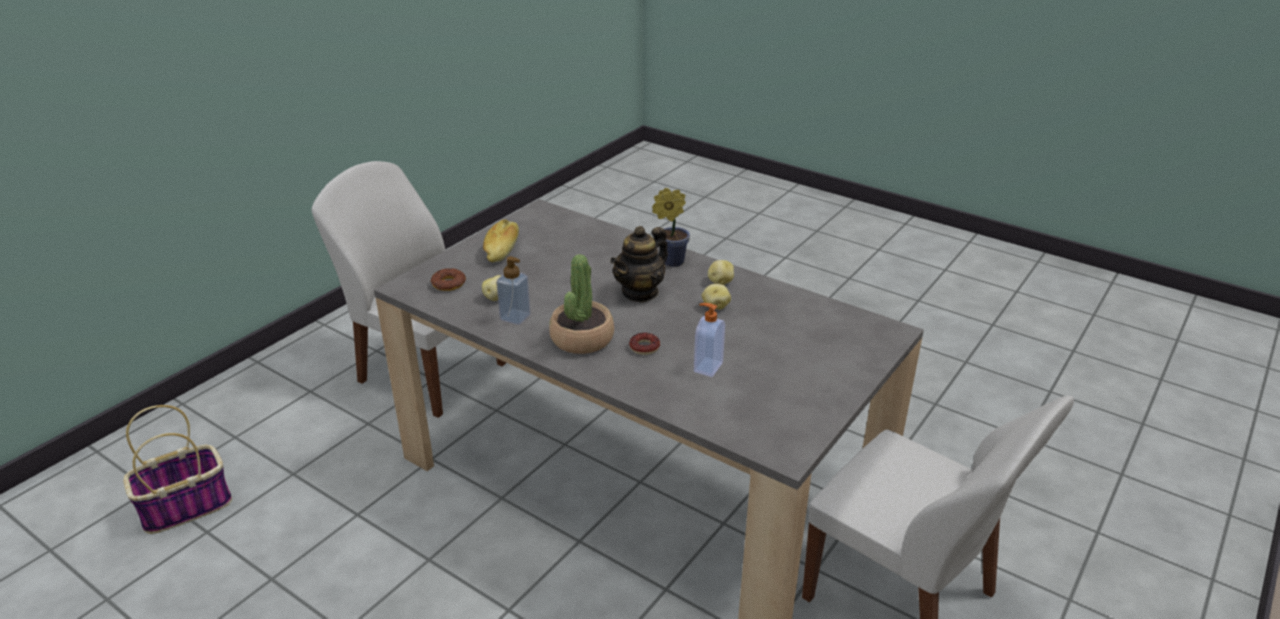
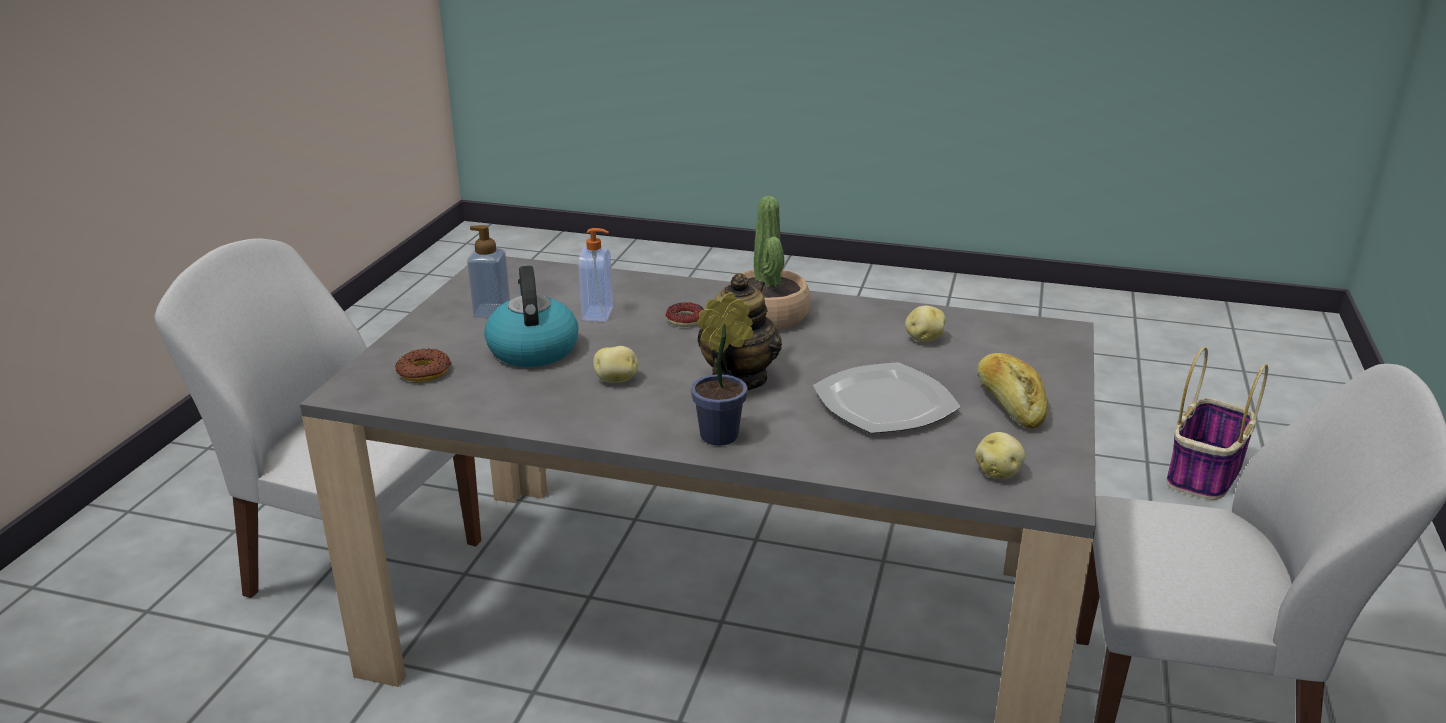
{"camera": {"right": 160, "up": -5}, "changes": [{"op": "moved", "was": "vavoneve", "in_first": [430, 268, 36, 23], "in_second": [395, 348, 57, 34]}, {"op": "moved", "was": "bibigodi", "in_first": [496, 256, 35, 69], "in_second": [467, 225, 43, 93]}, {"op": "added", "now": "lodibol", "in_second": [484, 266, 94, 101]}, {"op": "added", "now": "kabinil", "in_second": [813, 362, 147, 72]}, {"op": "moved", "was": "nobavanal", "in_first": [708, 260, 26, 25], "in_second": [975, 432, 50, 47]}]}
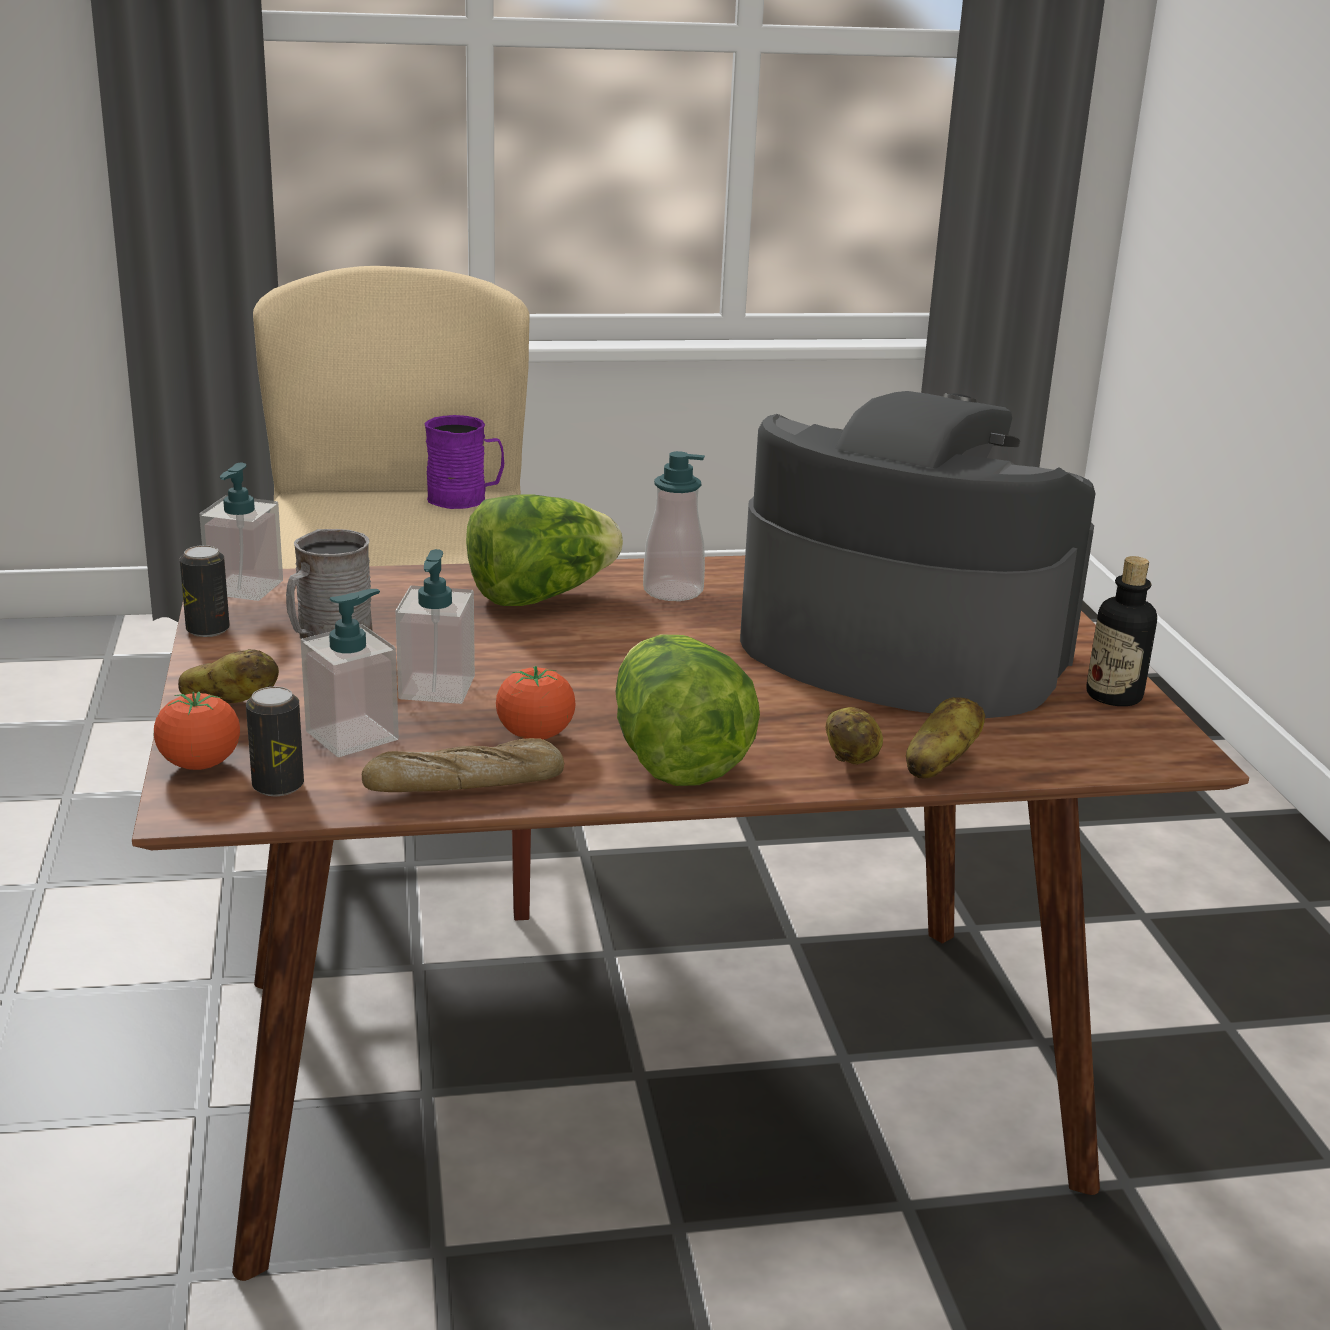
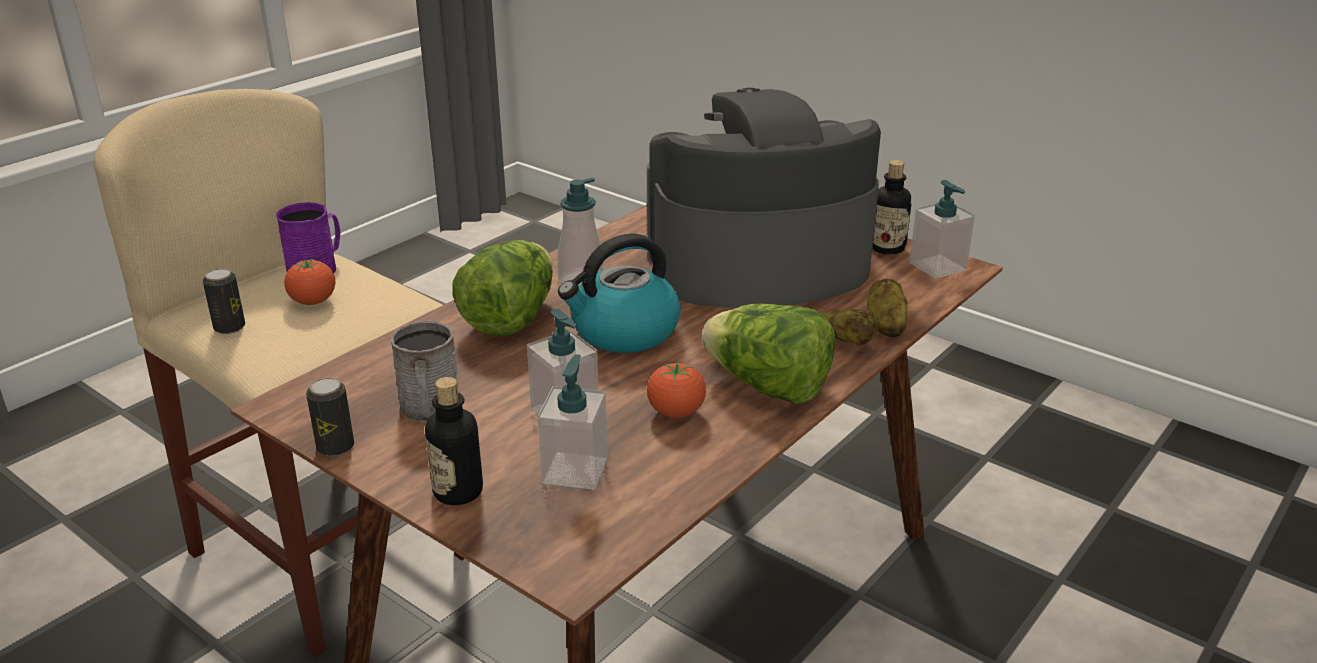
{"camera": {"right": -40, "up": 5}, "changes": [{"op": "moved", "was": "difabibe", "in_first": [246, 687, 58, 109], "in_second": [203, 268, 42, 66]}, {"op": "moved", "was": "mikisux", "in_first": [154, 692, 86, 78], "in_second": [284, 259, 51, 46]}, {"op": "replaced", "was": "nobavanal", "now": "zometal", "in_first": [178, 649, 101, 54], "in_second": [425, 377, 58, 128]}, {"op": "added", "now": "lodibol", "in_second": [558, 234, 123, 119]}, {"op": "moved", "was": "bibigodi", "in_first": [199, 463, 84, 138], "in_second": [910, 180, 65, 99]}, {"op": "removed", "was": "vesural", "in_first": [362, 738, 202, 54]}]}
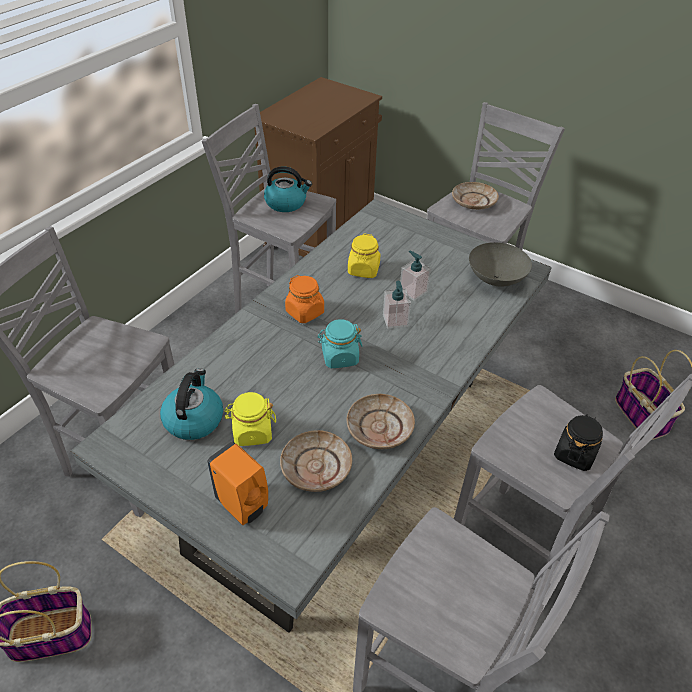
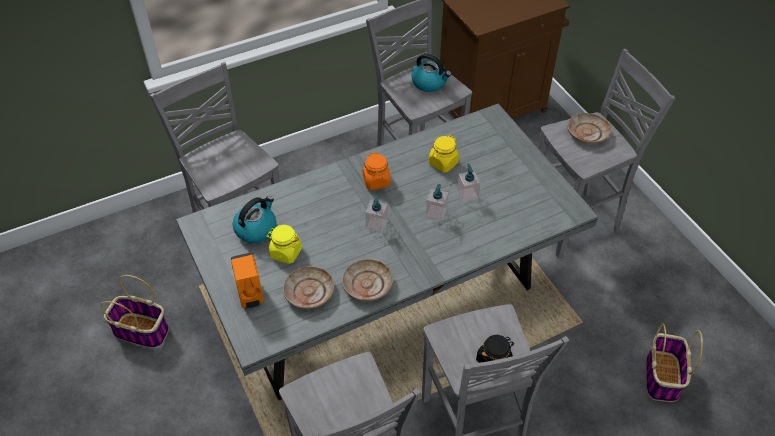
{"camera": {"right": 30, "up": 5}, "changes": [{"op": "replaced", "was": "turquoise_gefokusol", "now": "bibigodi", "in_first": [317, 319, 45, 49], "in_second": [365, 196, 23, 37]}, {"op": "removed", "was": "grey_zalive", "in_first": [469, 242, 63, 45]}]}
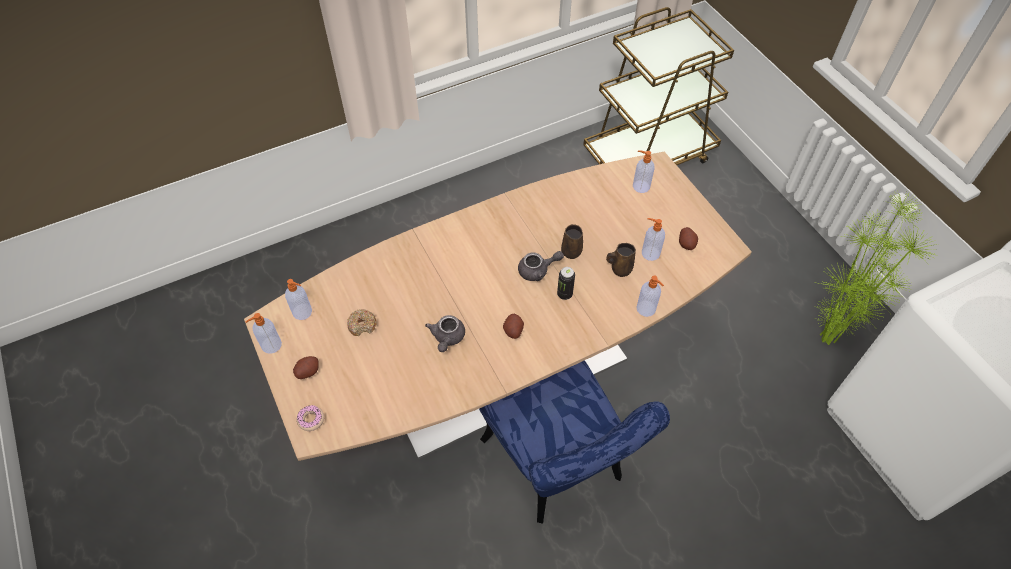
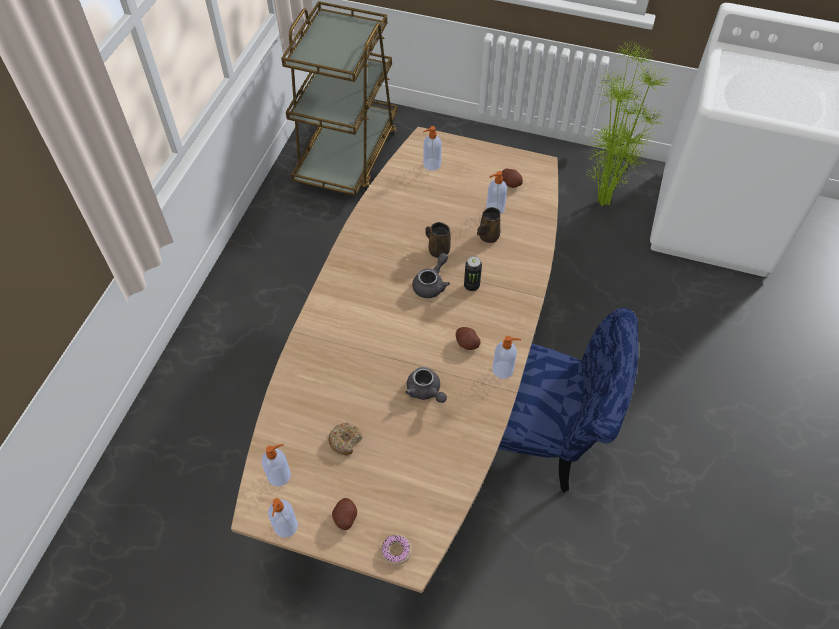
{"camera": {"right": -45, "up": 0}, "changes": [{"op": "moved", "was": "bibigodi", "in_first": [636, 275, 28, 42], "in_second": [492, 336, 29, 43]}]}
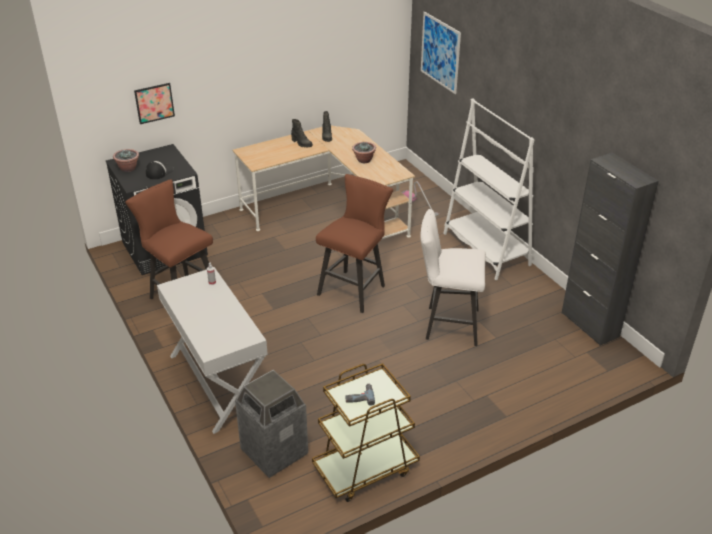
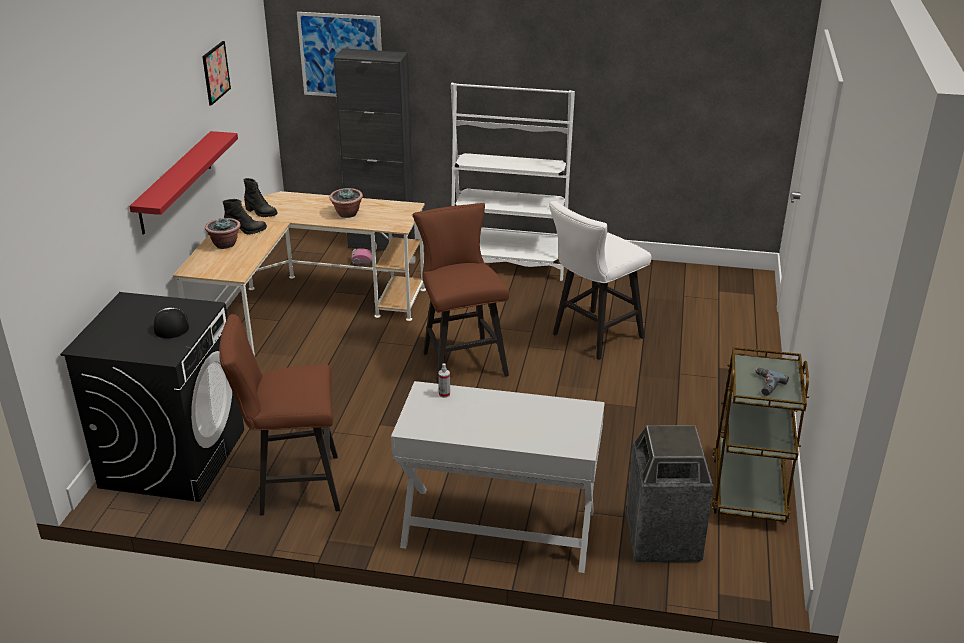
{"camera": {"right": -50, "up": -5}, "changes": [{"op": "added", "now": "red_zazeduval", "in_second": [129, 131, 109, 104]}, {"op": "moved", "was": "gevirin", "in_first": [134, 83, 41, 41], "in_second": [202, 41, 29, 65]}, {"op": "moved", "was": "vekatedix", "in_first": [113, 149, 26, 23], "in_second": [205, 217, 36, 32]}, {"op": "moved", "was": "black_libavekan", "in_first": [562, 153, 97, 193], "in_second": [334, 48, 81, 203]}]}
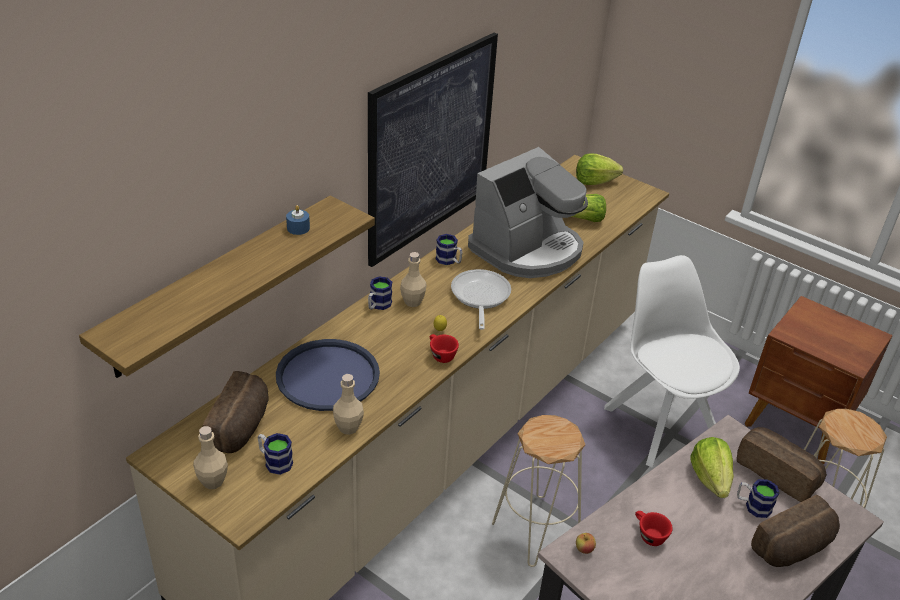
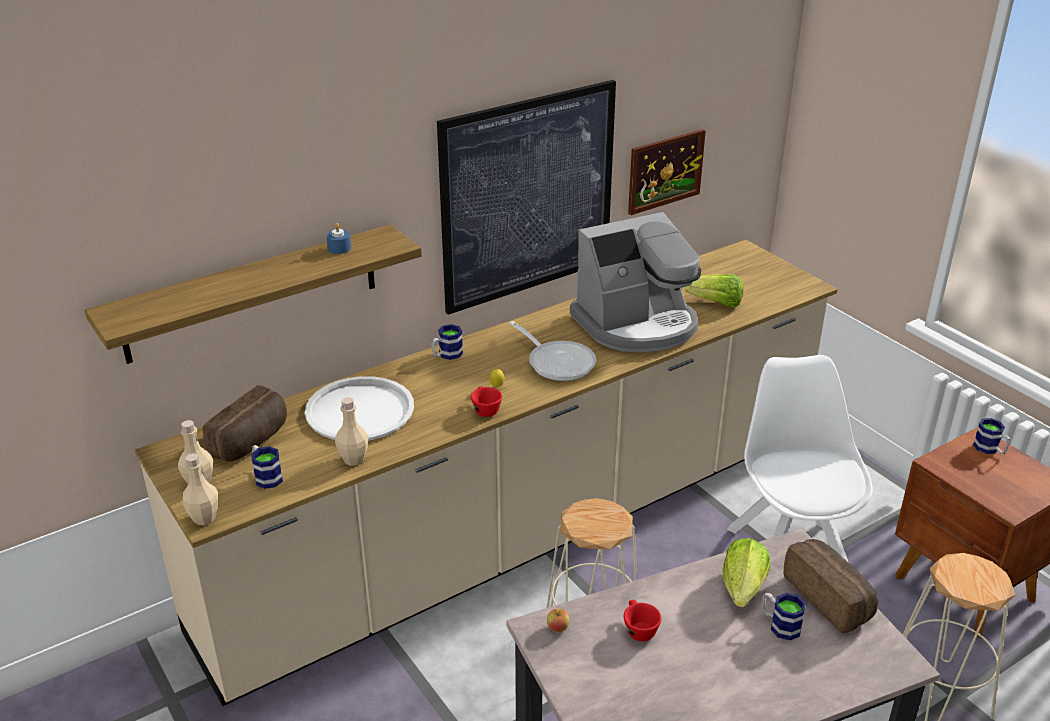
{"camera": {"right": 20, "up": -5}, "changes": [{"op": "moved", "was": "beige_zometal", "in_first": [400, 252, 27, 55], "in_second": [183, 453, 35, 72]}, {"op": "recoloured", "was": "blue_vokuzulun", "now": "white_vokuzulun", "in_first": [276, 339, 104, 72], "in_second": [305, 376, 109, 64]}, {"op": "turned", "was": "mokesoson", "in_first": [451, 269, 60, 61], "in_second": [509, 321, 87, 60], "clockwise": 120}, {"op": "added", "now": "gevirin", "in_second": [628, 129, 78, 86]}, {"op": "moved", "was": "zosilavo", "in_first": [436, 234, 27, 31], "in_second": [973, 418, 37, 36]}, {"op": "removed", "was": "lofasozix", "in_first": [576, 154, 47, 31]}, {"op": "removed", "was": "vesural", "in_first": [751, 495, 89, 72]}]}
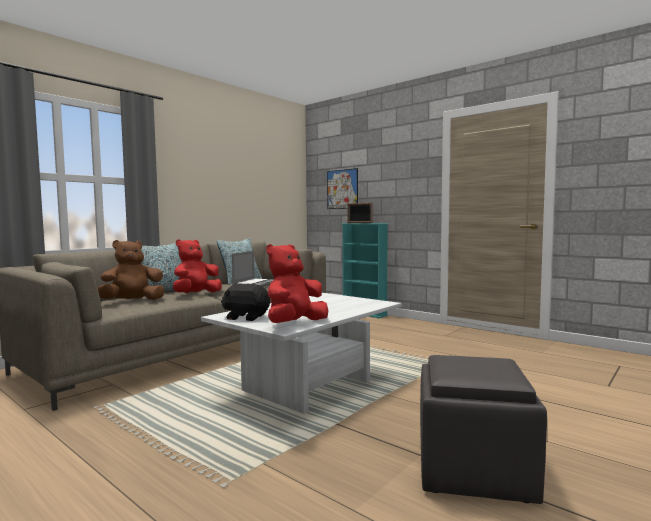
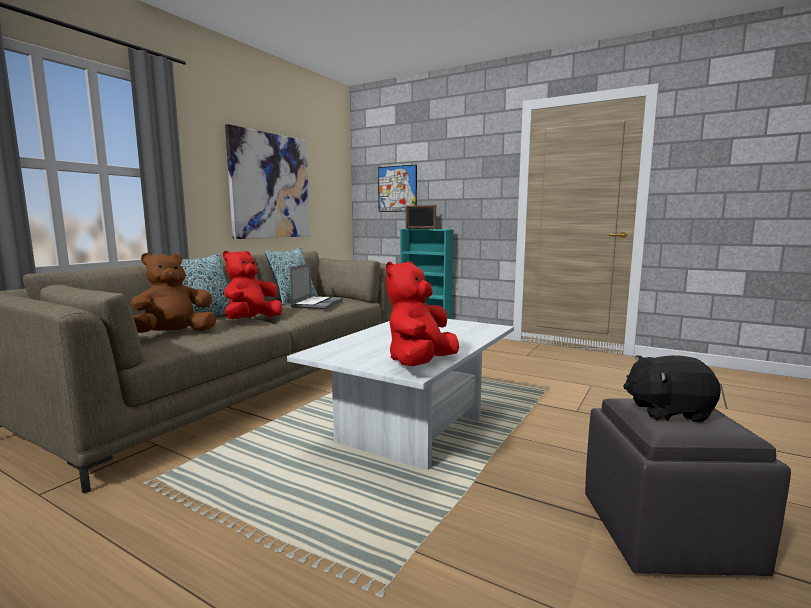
{"camera": {"right": -10, "up": 5}, "changes": [{"op": "added", "now": "gevirin", "in_second": [225, 124, 85, 115]}, {"op": "moved", "was": "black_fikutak", "in_first": [221, 284, 49, 37], "in_second": [623, 355, 98, 67]}]}
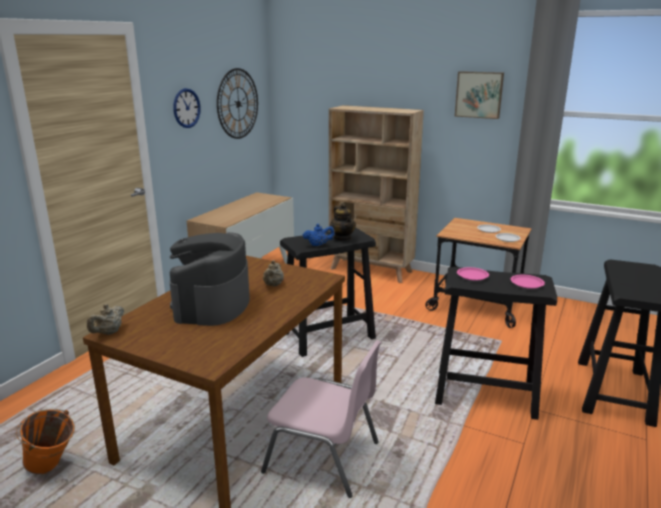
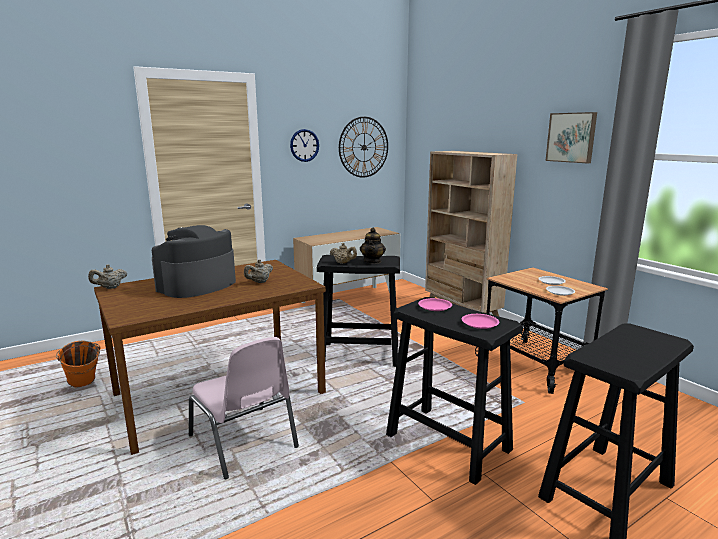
{"camera": {"right": 30, "up": -5}, "changes": [{"op": "recoloured", "was": "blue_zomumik", "now": "beige_zomumik", "in_first": [303, 224, 32, 22], "in_second": [330, 243, 27, 21]}]}
